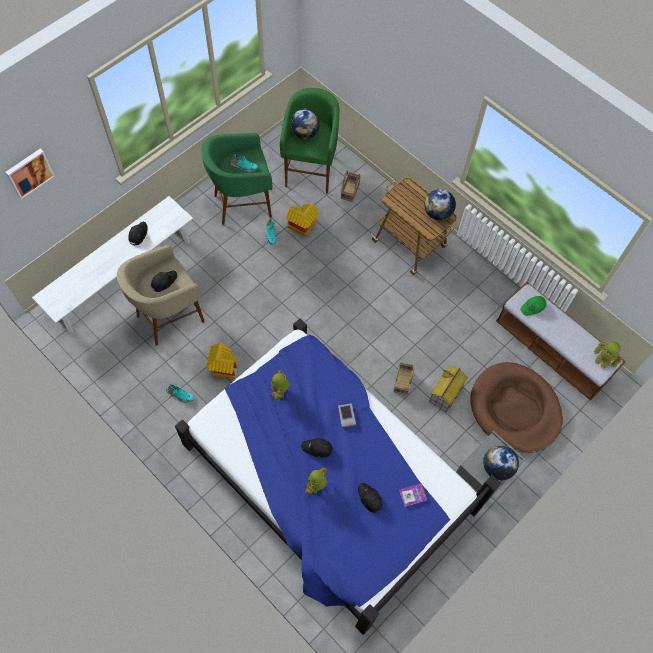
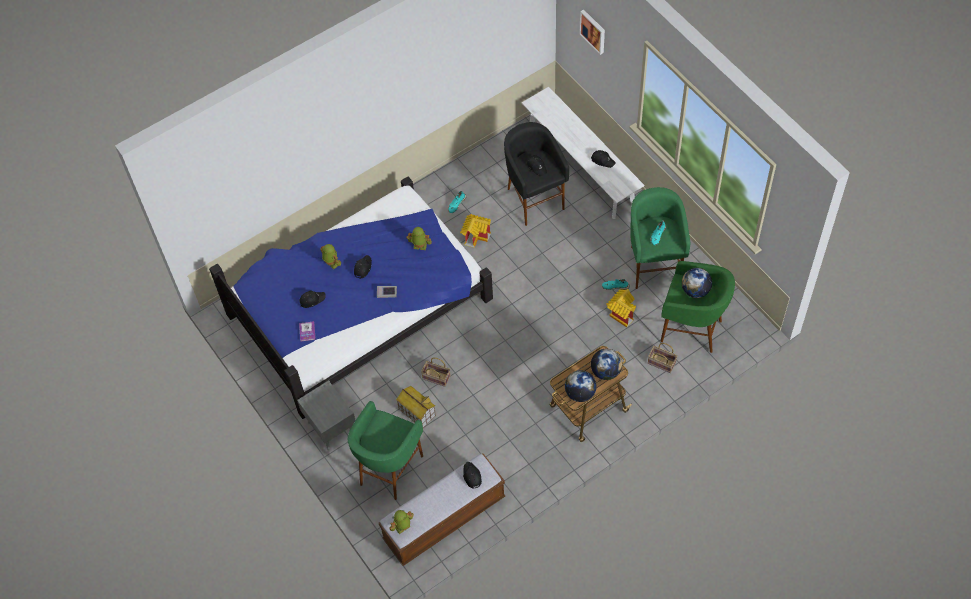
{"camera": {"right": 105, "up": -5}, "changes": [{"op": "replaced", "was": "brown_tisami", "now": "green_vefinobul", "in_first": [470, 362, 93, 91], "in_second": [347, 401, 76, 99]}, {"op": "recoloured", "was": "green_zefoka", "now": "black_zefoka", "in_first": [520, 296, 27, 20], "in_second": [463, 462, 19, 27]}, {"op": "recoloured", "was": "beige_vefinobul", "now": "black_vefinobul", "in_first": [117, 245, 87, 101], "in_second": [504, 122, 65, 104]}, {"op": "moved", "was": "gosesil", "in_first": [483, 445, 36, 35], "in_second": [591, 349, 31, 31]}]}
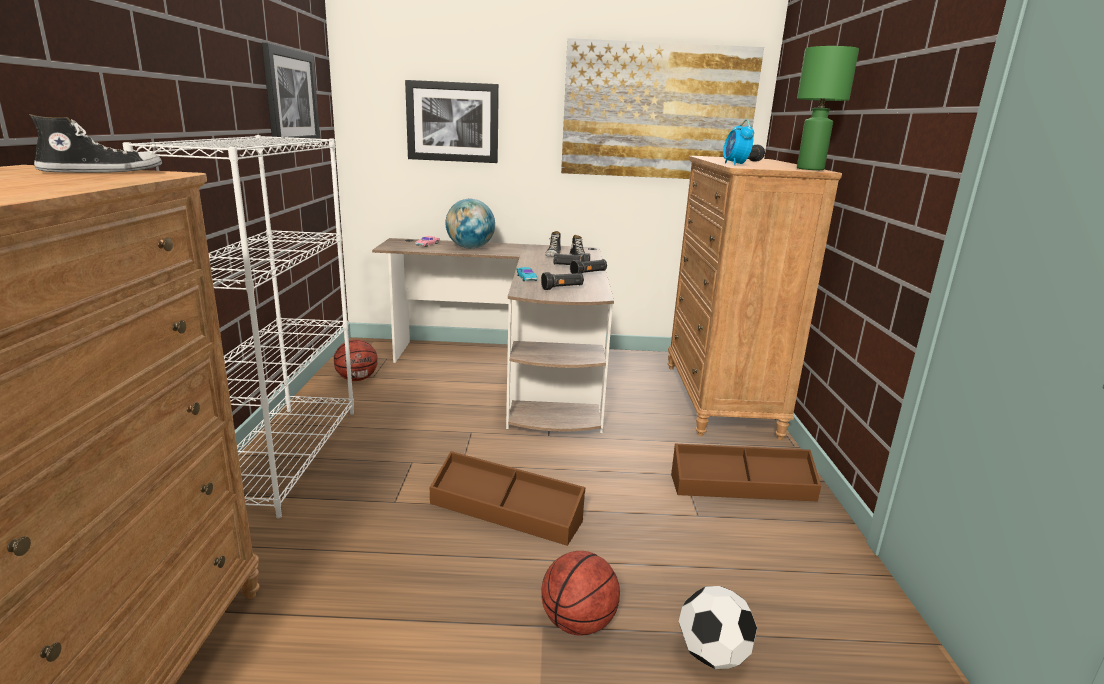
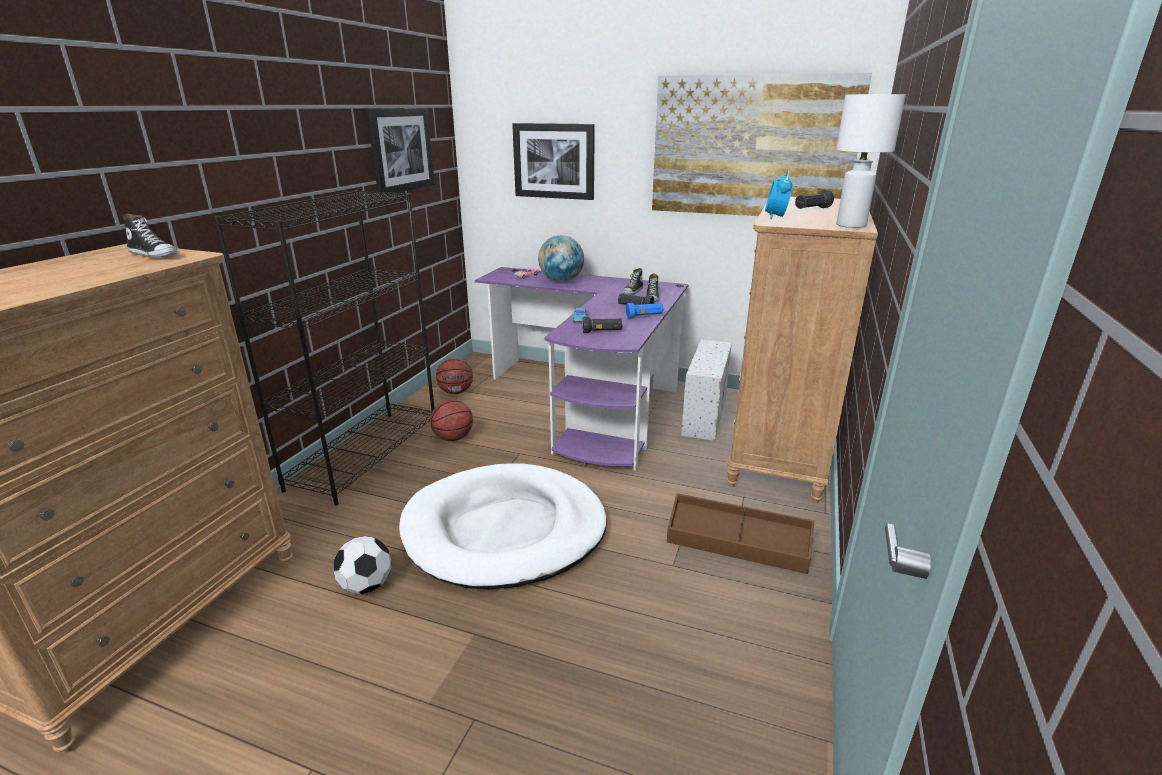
{"camera": {"right": 20, "up": 5}, "changes": [{"op": "turned", "was": "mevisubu", "in_first": [29, 114, 133, 59], "in_second": [123, 214, 55, 44], "clockwise": 45}, {"op": "recoloured", "was": "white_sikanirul", "now": "black_sikanirul", "in_first": [122, 135, 232, 383], "in_second": [214, 190, 221, 316]}, {"op": "moved", "was": "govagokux", "in_first": [679, 586, 78, 83], "in_second": [333, 536, 59, 58]}, {"op": "replaced", "was": "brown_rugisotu", "now": "white_tisami", "in_first": [430, 451, 155, 95], "in_second": [399, 464, 208, 125]}, {"op": "moved", "was": "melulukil", "in_first": [541, 551, 79, 85], "in_second": [430, 400, 43, 41]}, {"op": "recoloured", "was": "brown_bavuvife", "now": "purple_bavuvife", "in_first": [372, 238, 242, 195], "in_second": [475, 267, 214, 203]}, {"op": "recoloured", "was": "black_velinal", "now": "blue_velinal", "in_first": [570, 259, 37, 15], "in_second": [625, 303, 39, 16]}, {"op": "added", "now": "white_rugisotu", "in_second": [681, 339, 51, 102]}, {"op": "recoloured", "was": "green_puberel", "now": "white_puberel", "in_first": [797, 46, 62, 124], "in_second": [836, 94, 70, 134]}]}
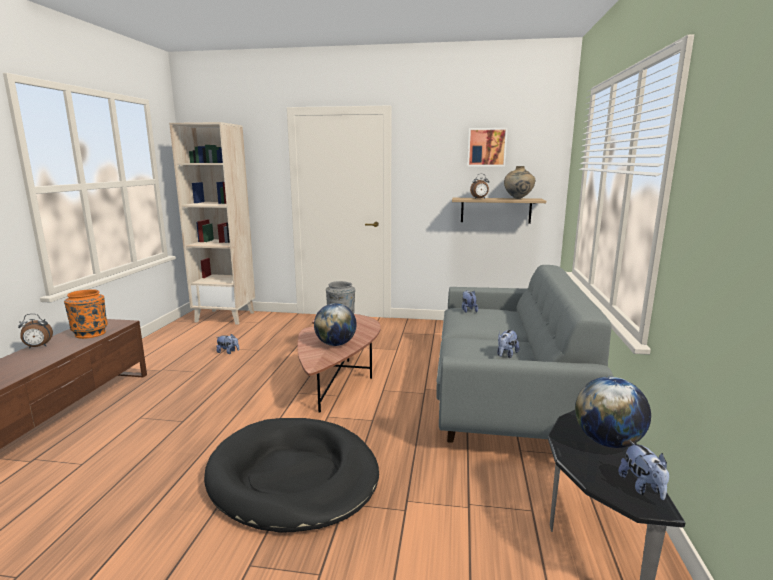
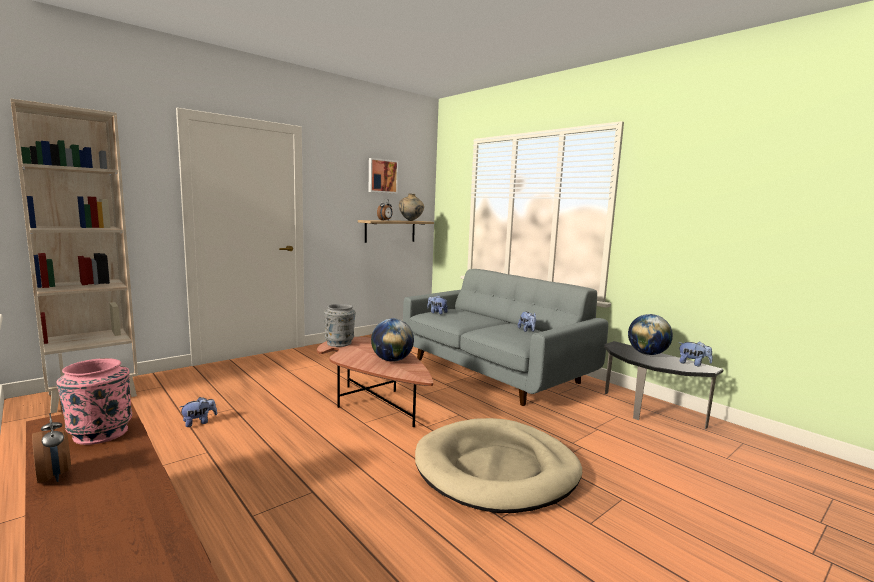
{"camera": {"right": -50, "up": -5}, "changes": [{"op": "turned", "was": "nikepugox", "in_first": [18, 314, 35, 34], "in_second": [32, 413, 39, 70], "clockwise": -60}, {"op": "recoloured", "was": "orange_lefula", "now": "pink_lefula", "in_first": [64, 289, 44, 50], "in_second": [56, 358, 76, 87]}, {"op": "recoloured", "was": "black_tisami", "now": "beige_tisami", "in_first": [204, 418, 175, 114], "in_second": [415, 418, 167, 95]}]}
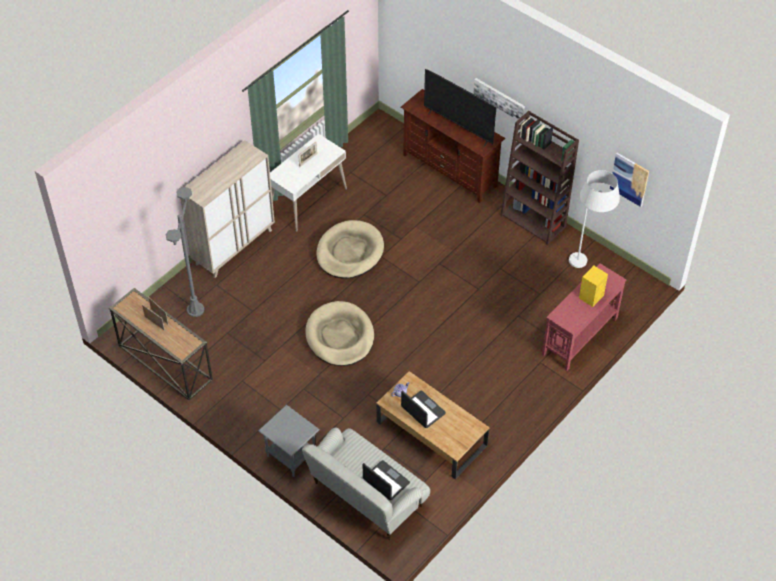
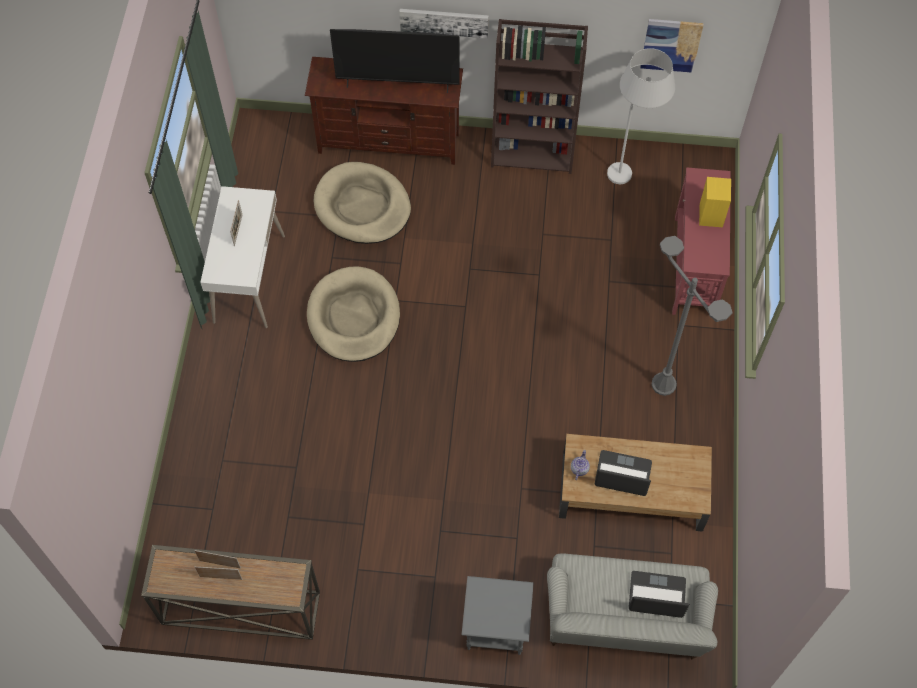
{"camera": {"right": -35, "up": 10}, "changes": [{"op": "moved", "was": "beige_tisami", "in_first": [305, 301, 69, 65], "in_second": [314, 162, 97, 82]}, {"op": "moved", "was": "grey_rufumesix", "in_first": [166, 187, 38, 130], "in_second": [651, 236, 82, 160]}, {"op": "removed", "was": "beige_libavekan", "in_first": [180, 140, 95, 138]}]}
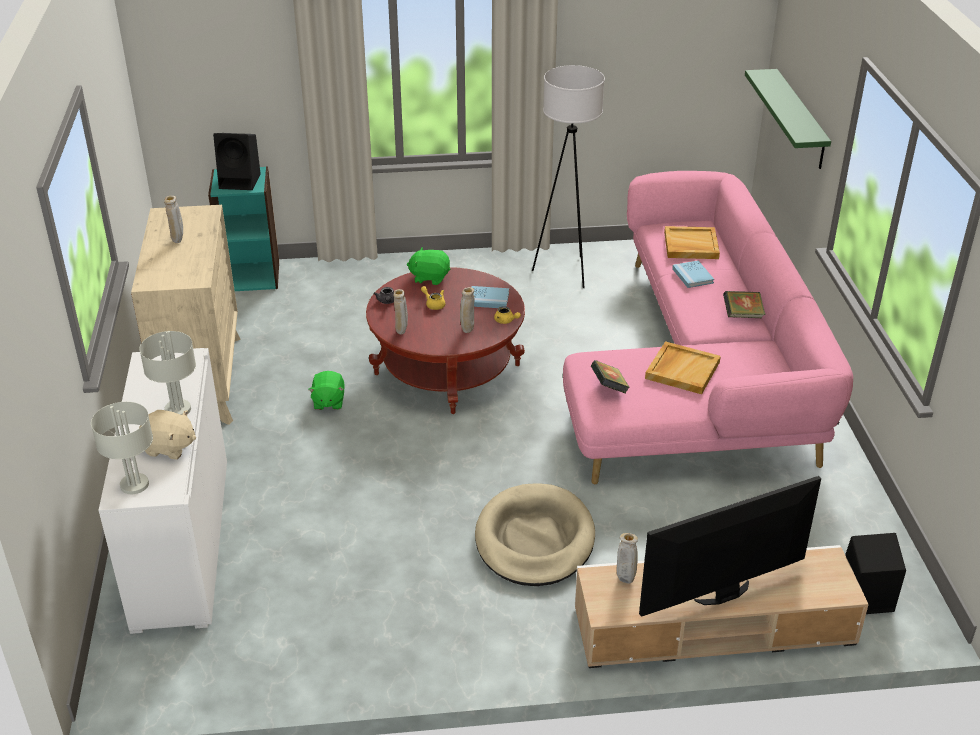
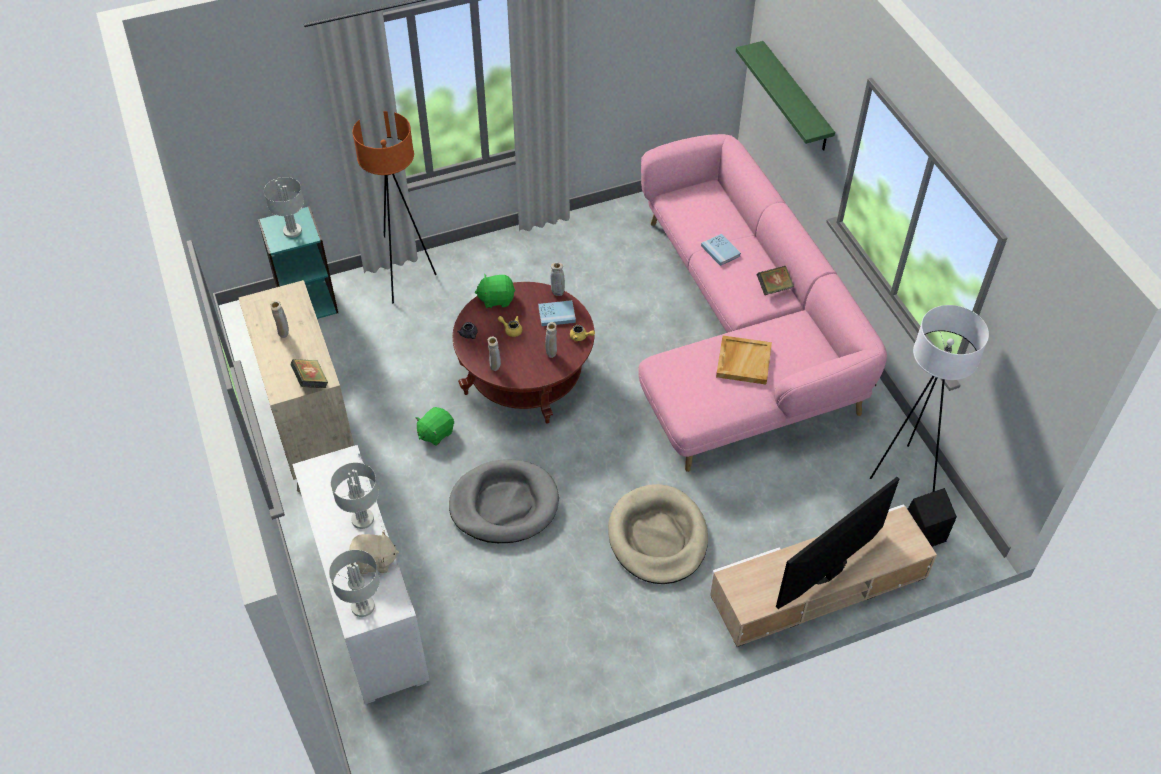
{"camera": {"right": -15, "up": 15}, "changes": [{"op": "replaced", "was": "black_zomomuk", "now": "grey_puberel", "in_first": [213, 133, 48, 57], "in_second": [264, 177, 40, 61]}, {"op": "moved", "was": "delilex", "in_first": [591, 360, 39, 34], "in_second": [291, 359, 37, 29]}, {"op": "added", "now": "orange_rufumesix", "in_second": [352, 111, 85, 192]}, {"op": "turned", "was": "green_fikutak", "in_first": [308, 371, 37, 39], "in_second": [416, 407, 38, 39], "clockwise": 60}, {"op": "added", "now": "grey_tisami", "in_second": [449, 459, 110, 84]}, {"op": "moved", "was": "beige_lefula", "in_first": [617, 533, 21, 50], "in_second": [551, 263, 14, 33]}, {"op": "moved", "was": "white_rufumesix", "in_first": [532, 65, 73, 223], "in_second": [870, 305, 119, 187]}, {"op": "removed", "was": "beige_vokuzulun", "in_first": [664, 226, 56, 33]}]}
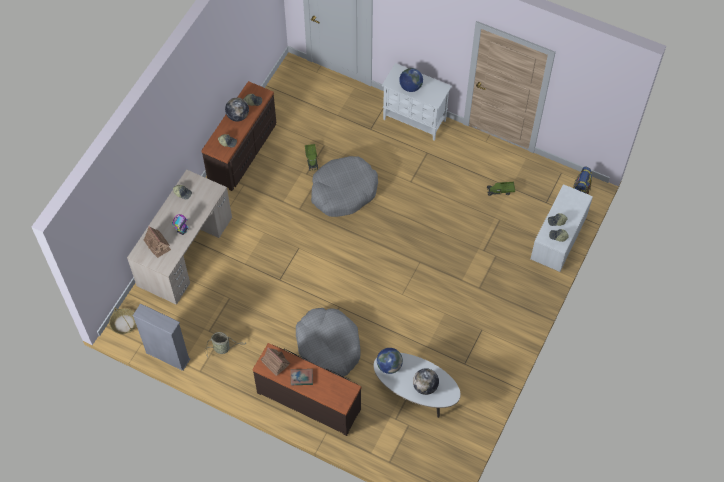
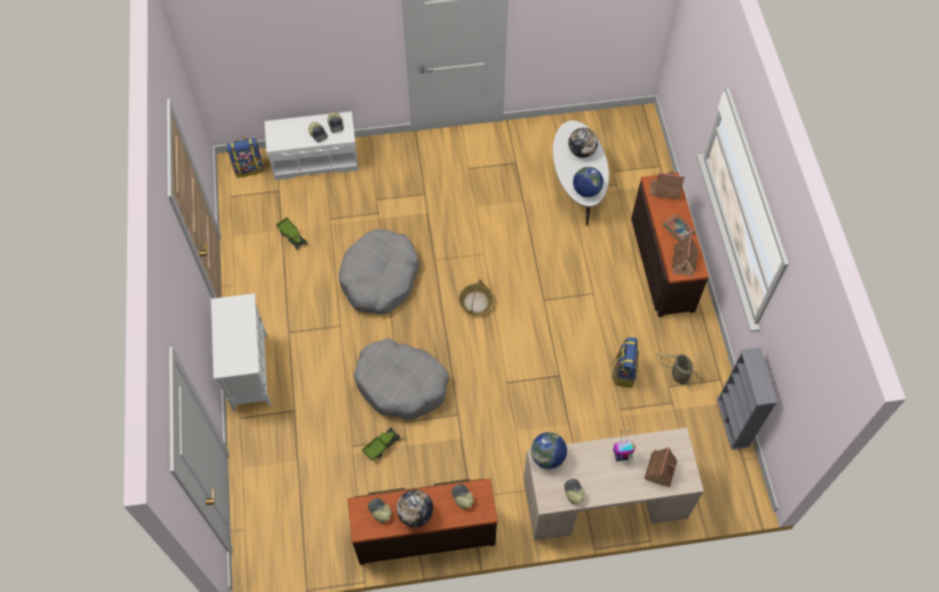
{"camera": {"right": -125, "up": 0}, "changes": [{"op": "moved", "was": "grey_tisami", "in_first": [296, 308, 65, 69], "in_second": [339, 229, 81, 85]}, {"op": "moved", "was": "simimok", "in_first": [109, 308, 28, 26], "in_second": [459, 279, 35, 36]}, {"op": "moved", "was": "gosesil", "in_first": [399, 68, 24, 24], "in_second": [531, 432, 36, 37]}, {"op": "added", "now": "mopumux", "in_second": [612, 337, 27, 50]}, {"op": "added", "now": "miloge", "in_second": [649, 171, 36, 29]}]}
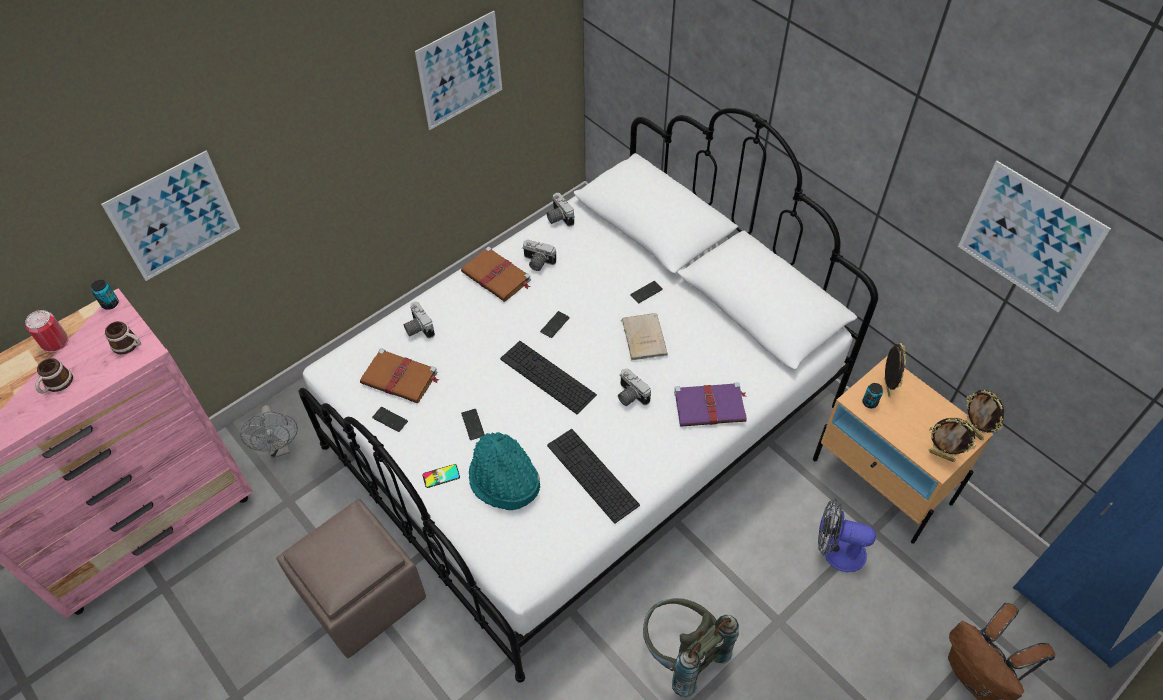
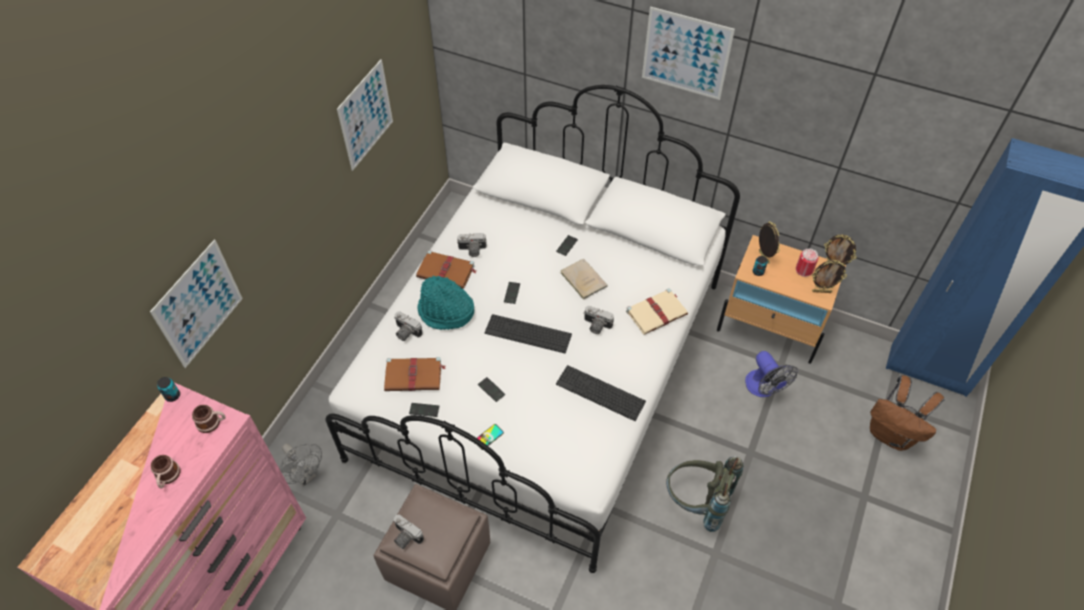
{"camera": {"right": -25, "up": 0}, "changes": [{"op": "moved", "was": "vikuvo", "in_first": [547, 193, 28, 34], "in_second": [393, 514, 31, 35]}, {"op": "moved", "was": "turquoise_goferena", "in_first": [469, 432, 71, 78], "in_second": [417, 276, 57, 54]}, {"op": "recoloured", "was": "purple_delilex", "now": "beige_delilex", "in_first": [674, 382, 73, 45], "in_second": [626, 288, 62, 47]}, {"op": "moved", "was": "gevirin", "in_first": [958, 161, 153, 152], "in_second": [642, 6, 93, 94]}, {"op": "turned", "was": "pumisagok", "in_first": [818, 498, 58, 74], "in_second": [745, 351, 53, 46], "clockwise": -105}, {"op": "moved", "was": "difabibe", "in_first": [25, 310, 43, 42], "in_second": [796, 248, 23, 29]}]}
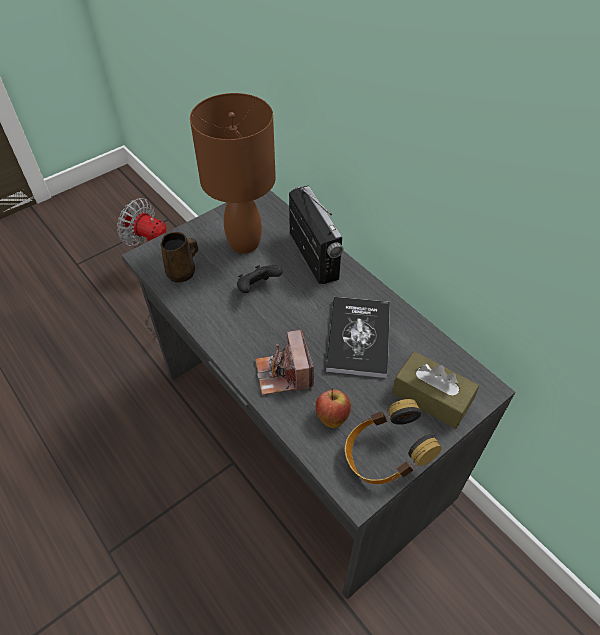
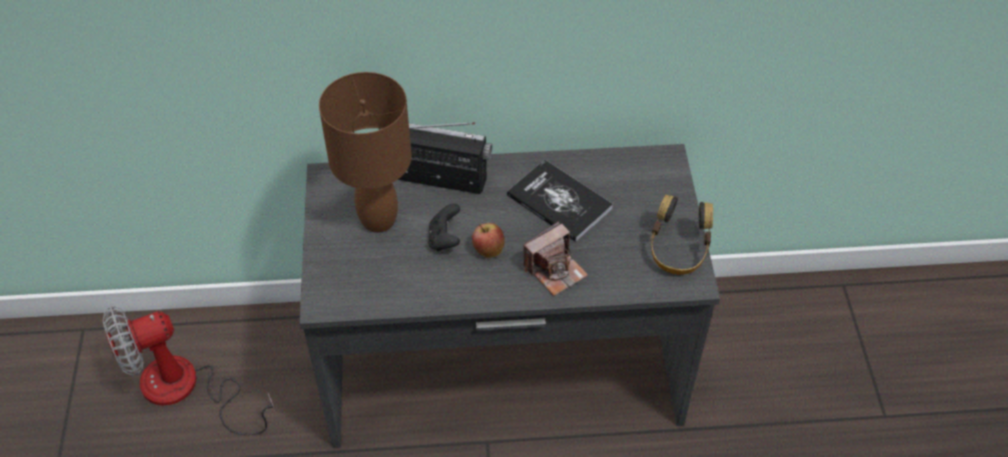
{"camera": {"right": -55, "up": 0}, "changes": [{"op": "moved", "was": "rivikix", "in_first": [316, 388, 35, 40], "in_second": [472, 223, 33, 35]}, {"op": "turned", "was": "vikuvo", "in_first": [256, 330, 58, 65], "in_second": [524, 221, 64, 75], "clockwise": -60}, {"op": "removed", "was": "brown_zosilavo", "in_first": [161, 232, 37, 51]}, {"op": "removed", "was": "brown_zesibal", "in_first": [392, 351, 87, 78]}]}
